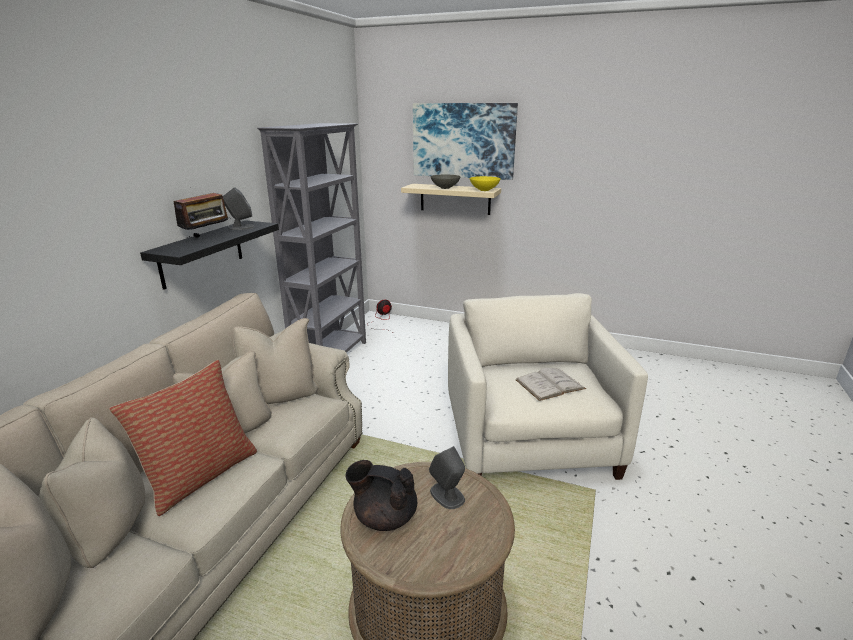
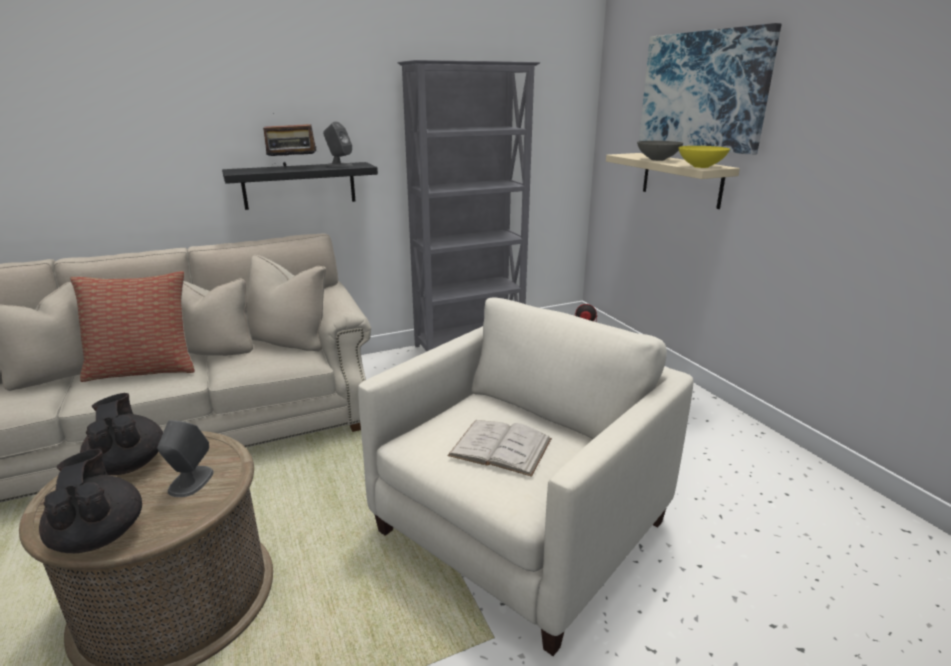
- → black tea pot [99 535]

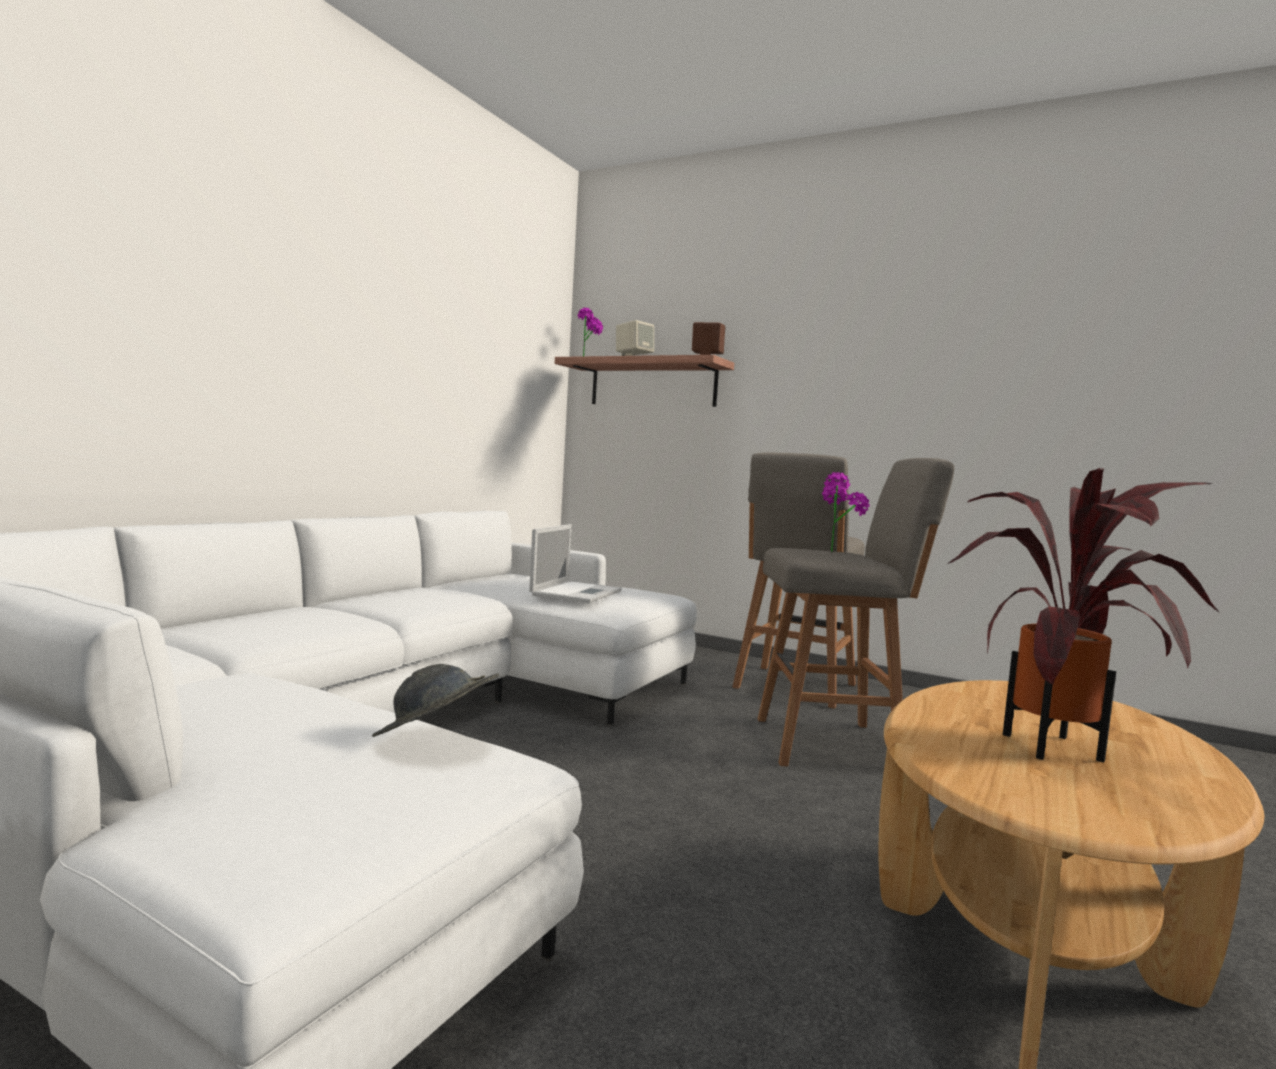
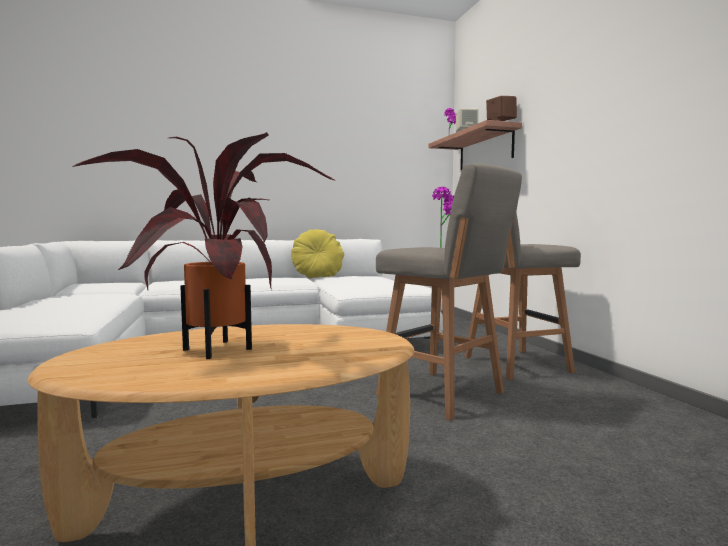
grey hat [435 736] → -
portable computer [577 593] → -
- → yellow pillow [317 277]

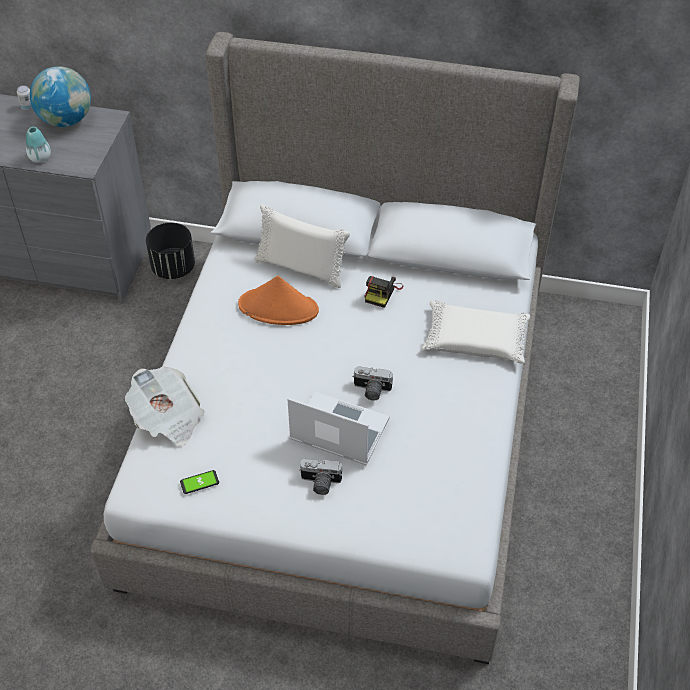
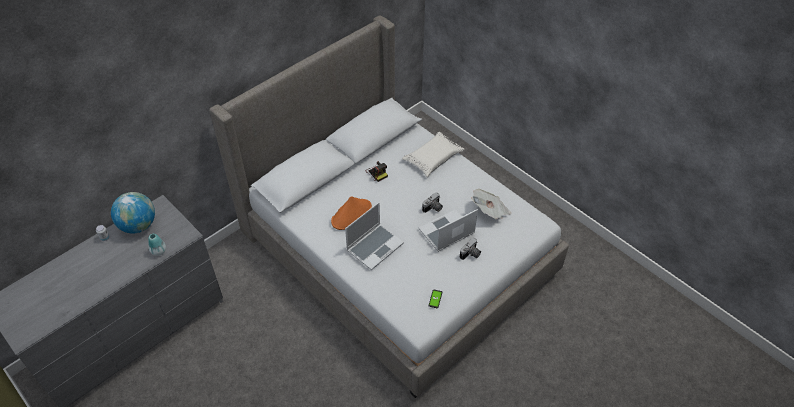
printed paper [168 418] → printed paper [490 211], relocated
black planter [174 268] → -
white pillow [301 268] → -
- → portable computer [375 246]

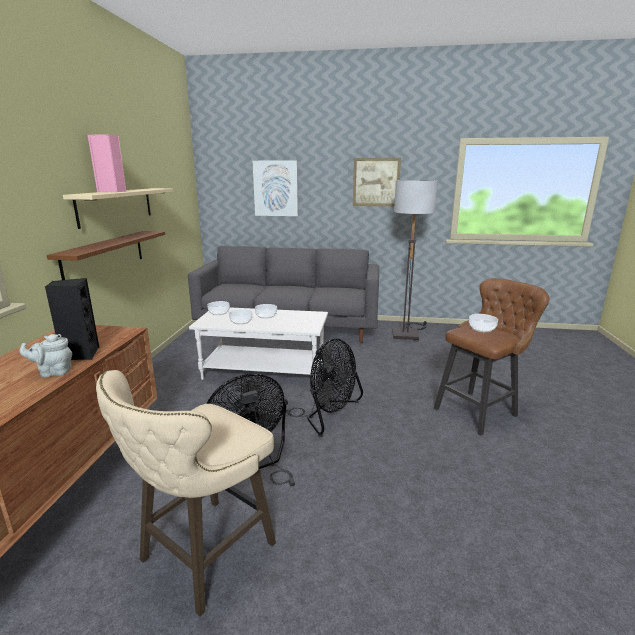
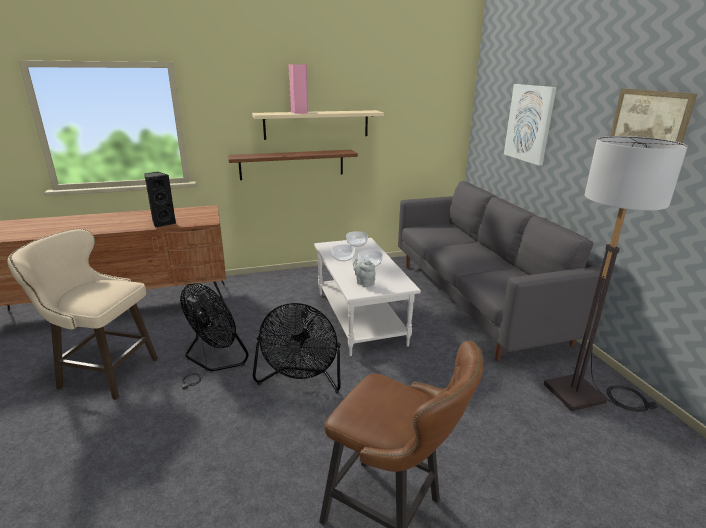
grey tea pot [53 372] → grey tea pot [364 283], relocated
deep dish [482 329] → -

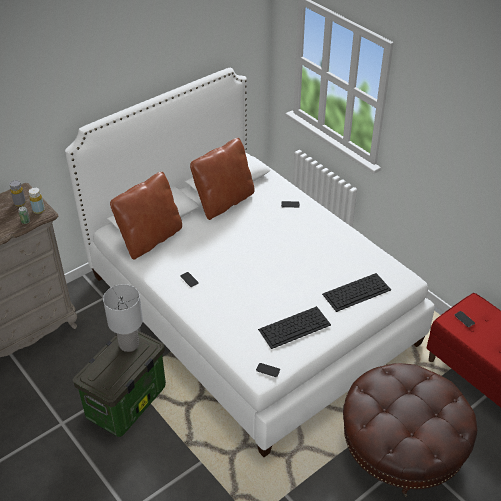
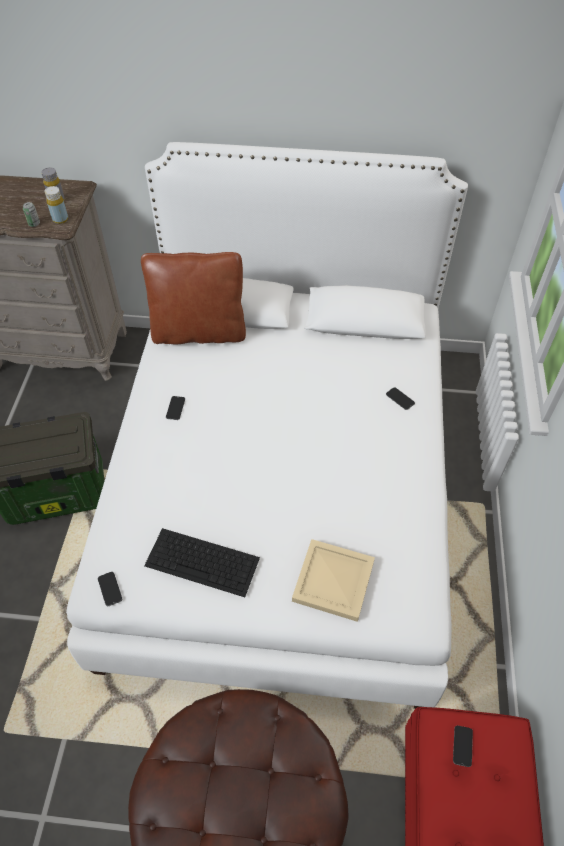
grey tabletop lamp [129 346] → -
brownish pillow [224 202] → -
PC keyboard [357 291] → beige tray [334 580]

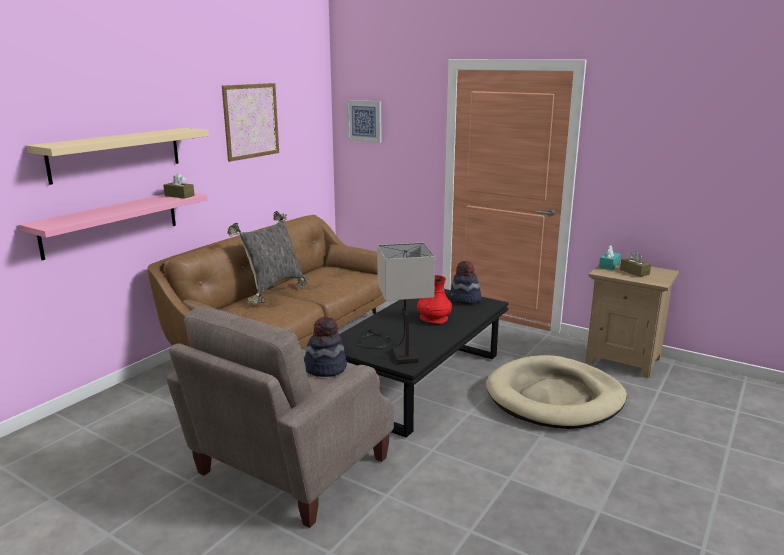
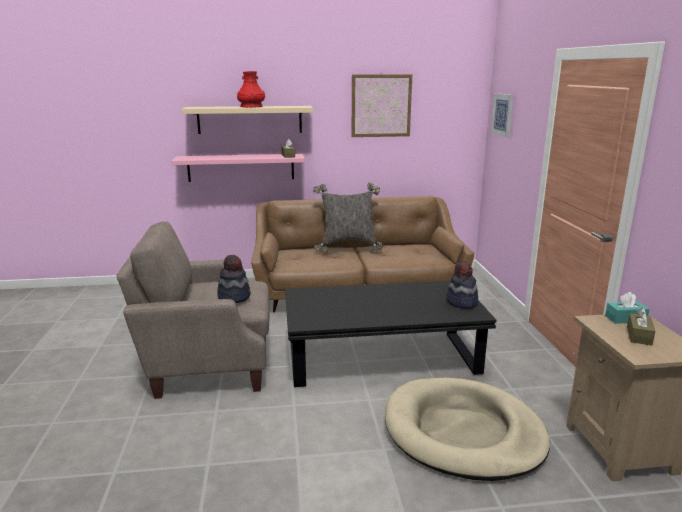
tabletop lamp [392 349] → -
reddish vase [433 318] → reddish vase [251 106], relocated

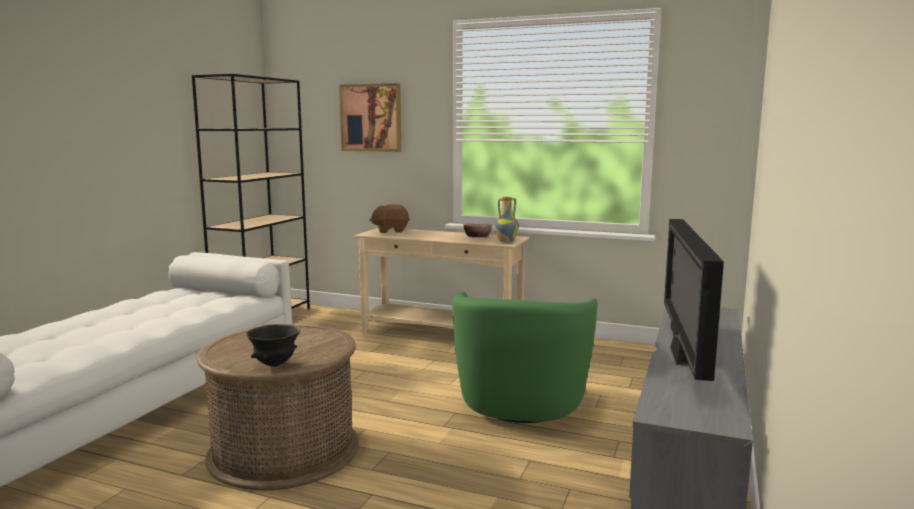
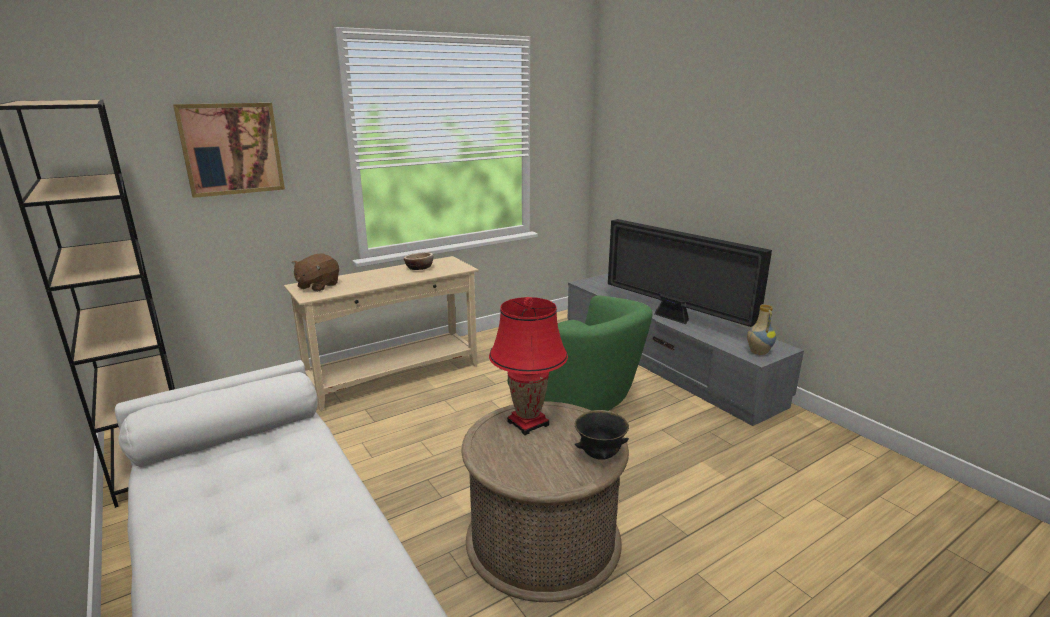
vase [505 241] → vase [758 352], relocated
- → reddish tabletop lamp [528 423]

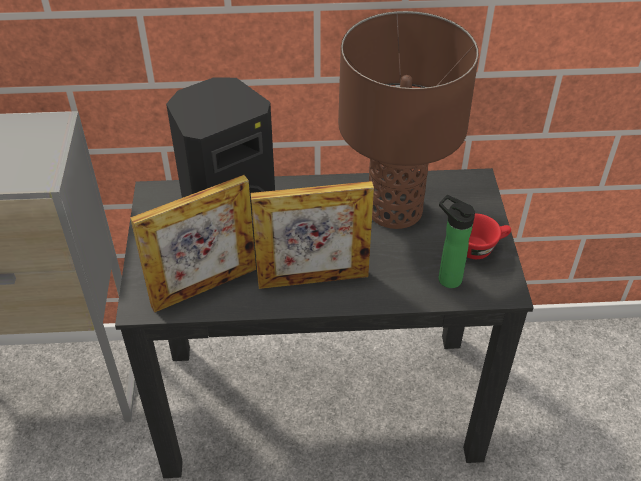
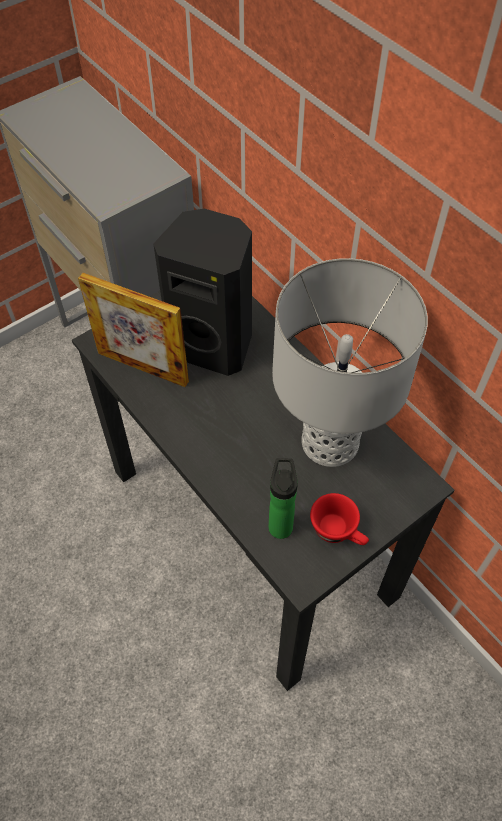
picture frame [313 279] → -
brownish tabletop lamp [394 210] → white tabletop lamp [328 441]

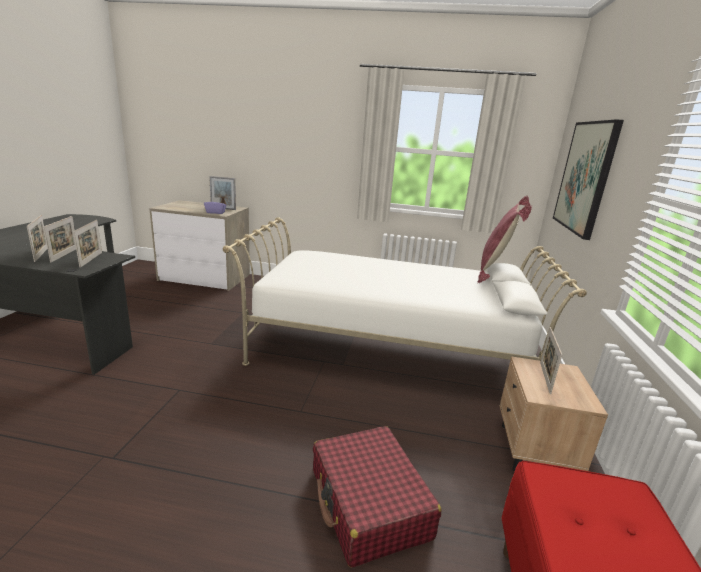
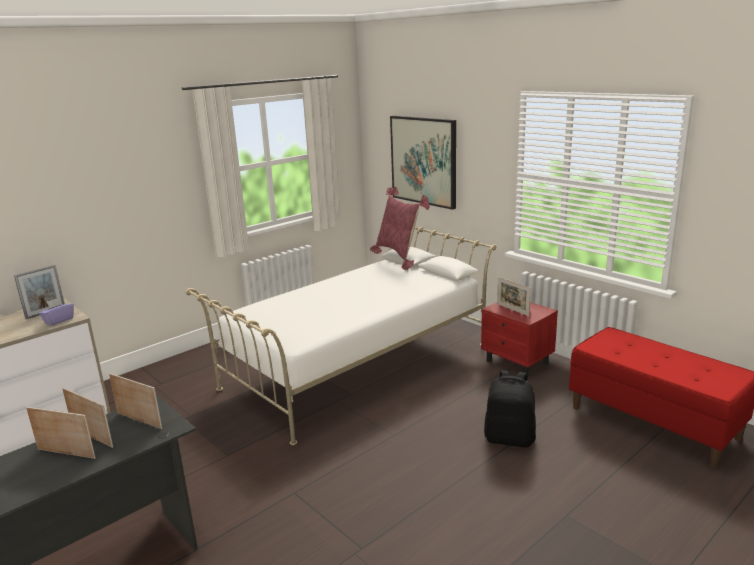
reddish piece of luggage [369 504] → black rucksack [510 438]
beige bedside table [534 452] → reddish bedside table [517 363]

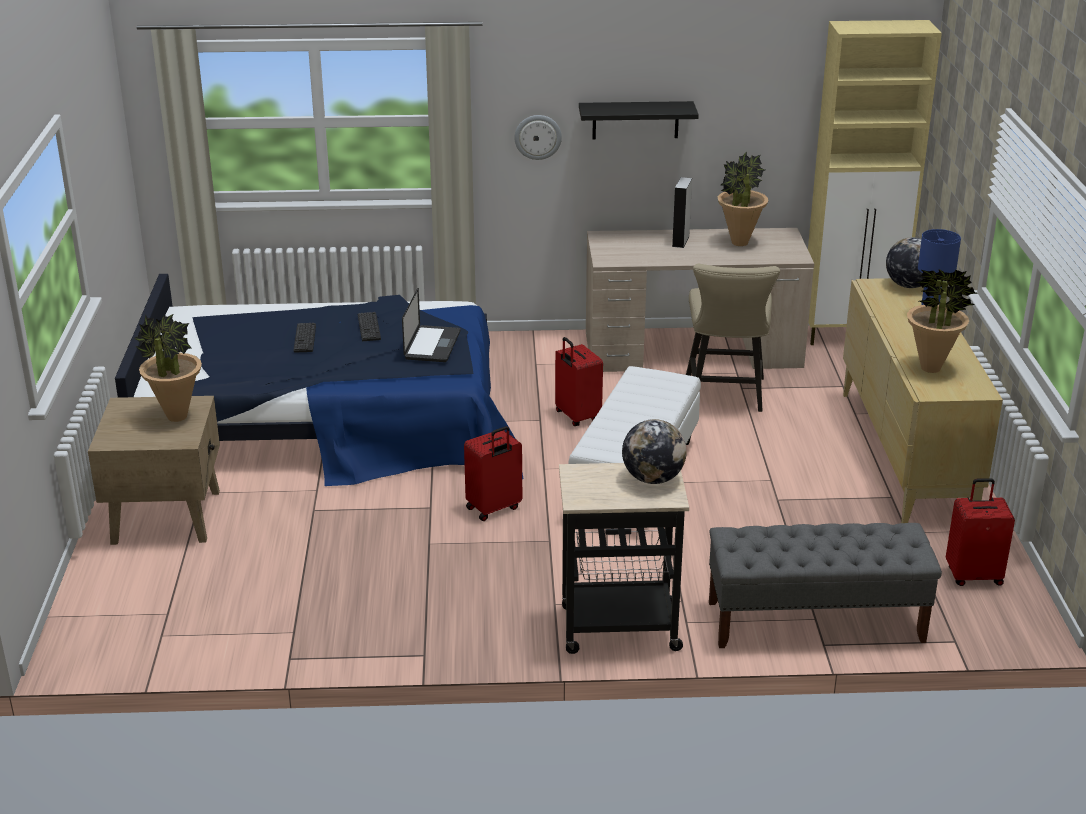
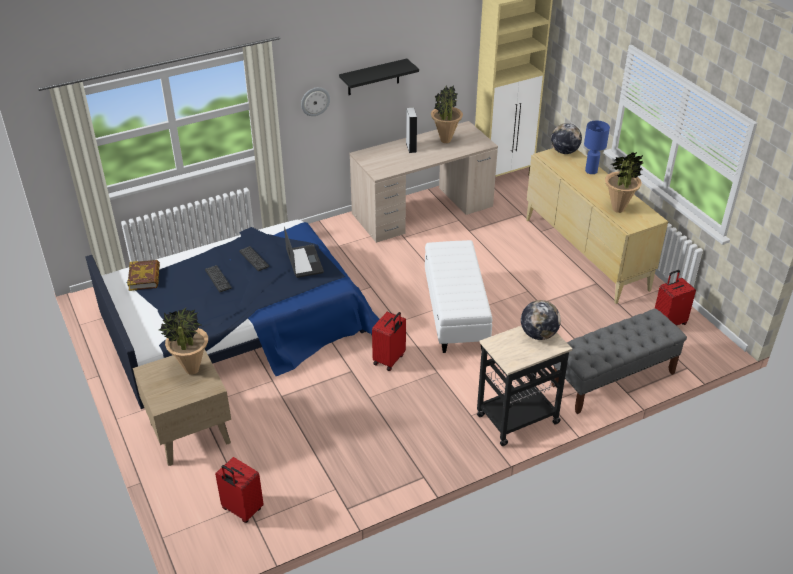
reddish piece of luggage [576 417] → reddish piece of luggage [241 510], relocated
beige chair [725 396] → -
- → bound book [144 278]

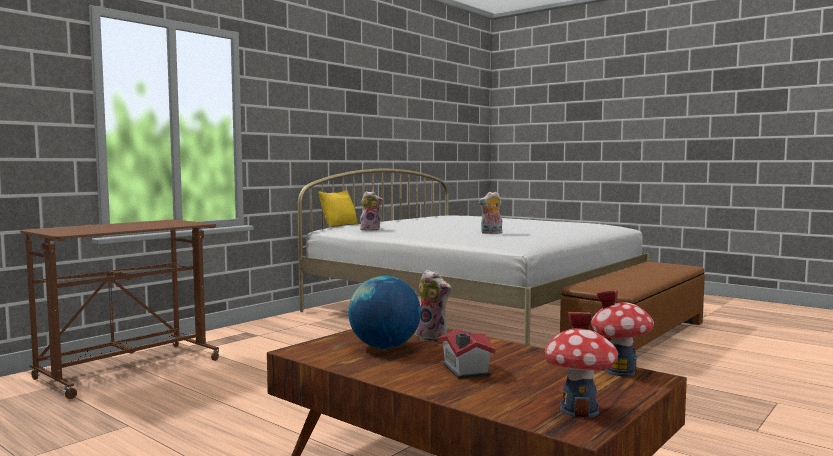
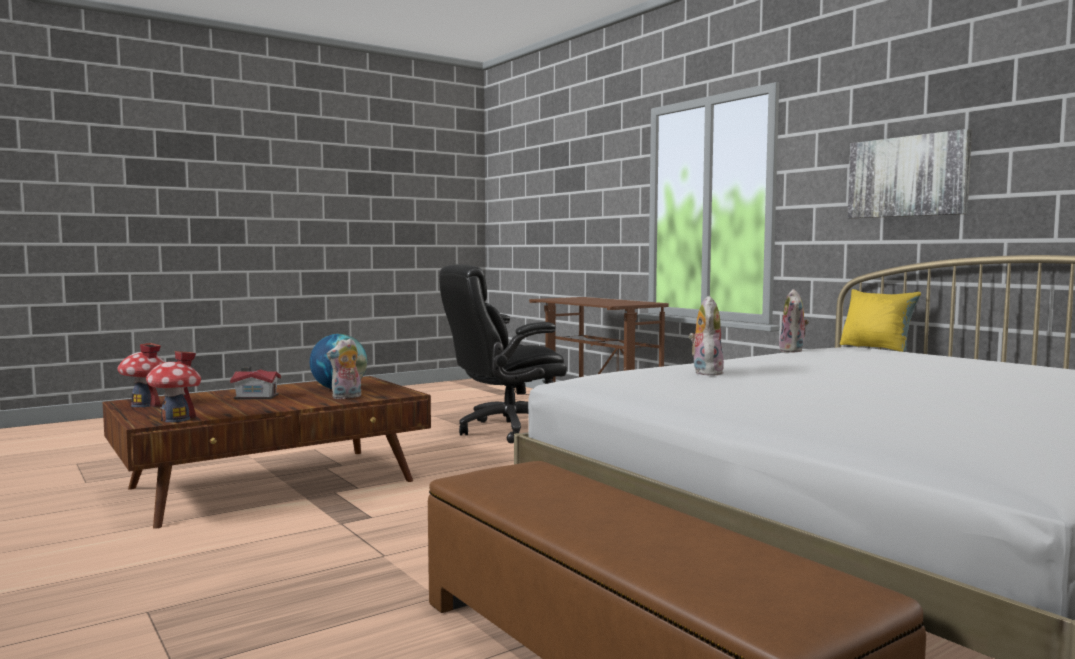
- → black computer chair [503 430]
- → wall art [907 176]

